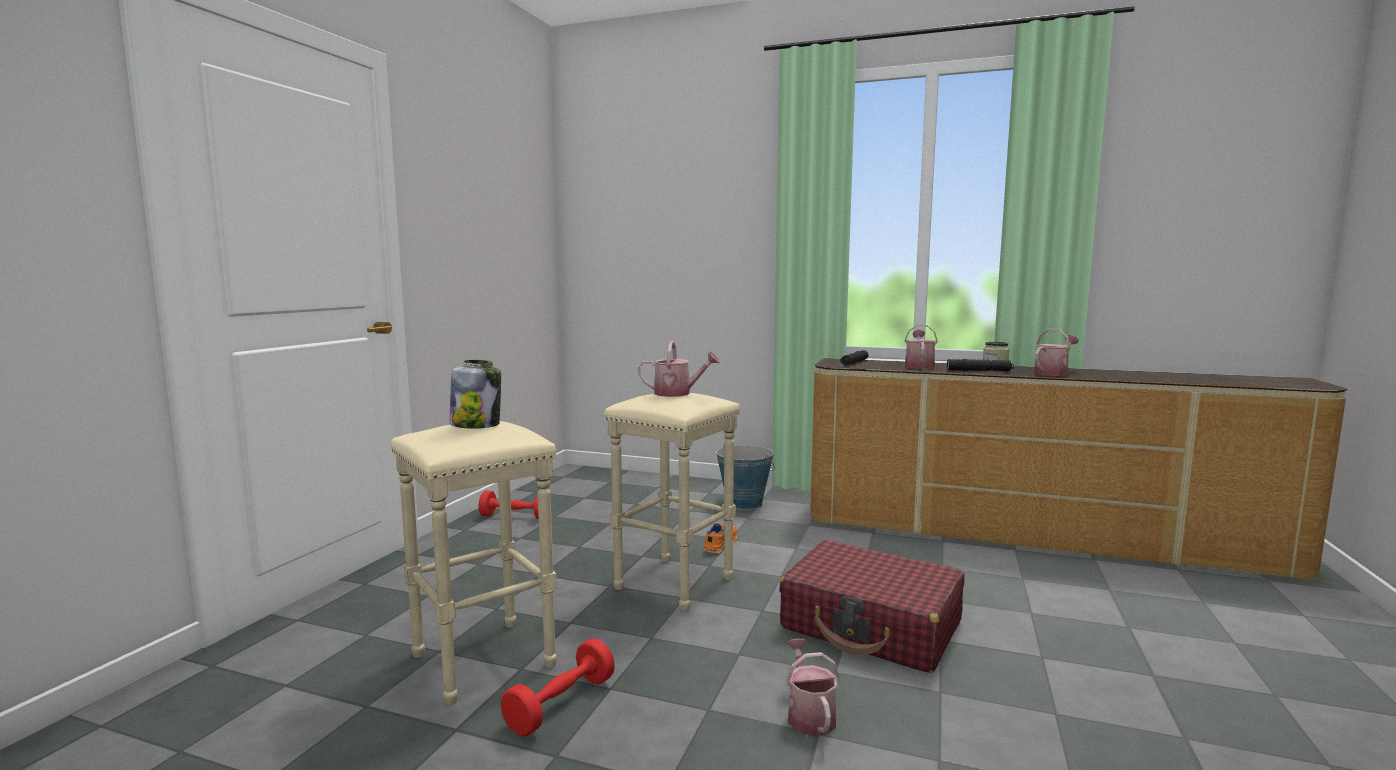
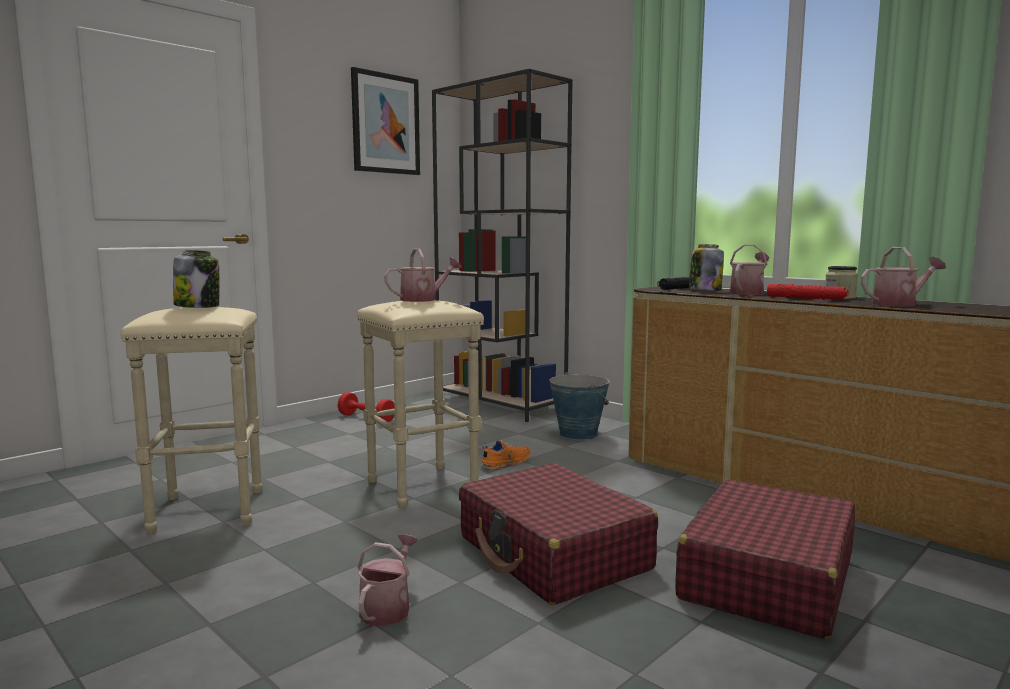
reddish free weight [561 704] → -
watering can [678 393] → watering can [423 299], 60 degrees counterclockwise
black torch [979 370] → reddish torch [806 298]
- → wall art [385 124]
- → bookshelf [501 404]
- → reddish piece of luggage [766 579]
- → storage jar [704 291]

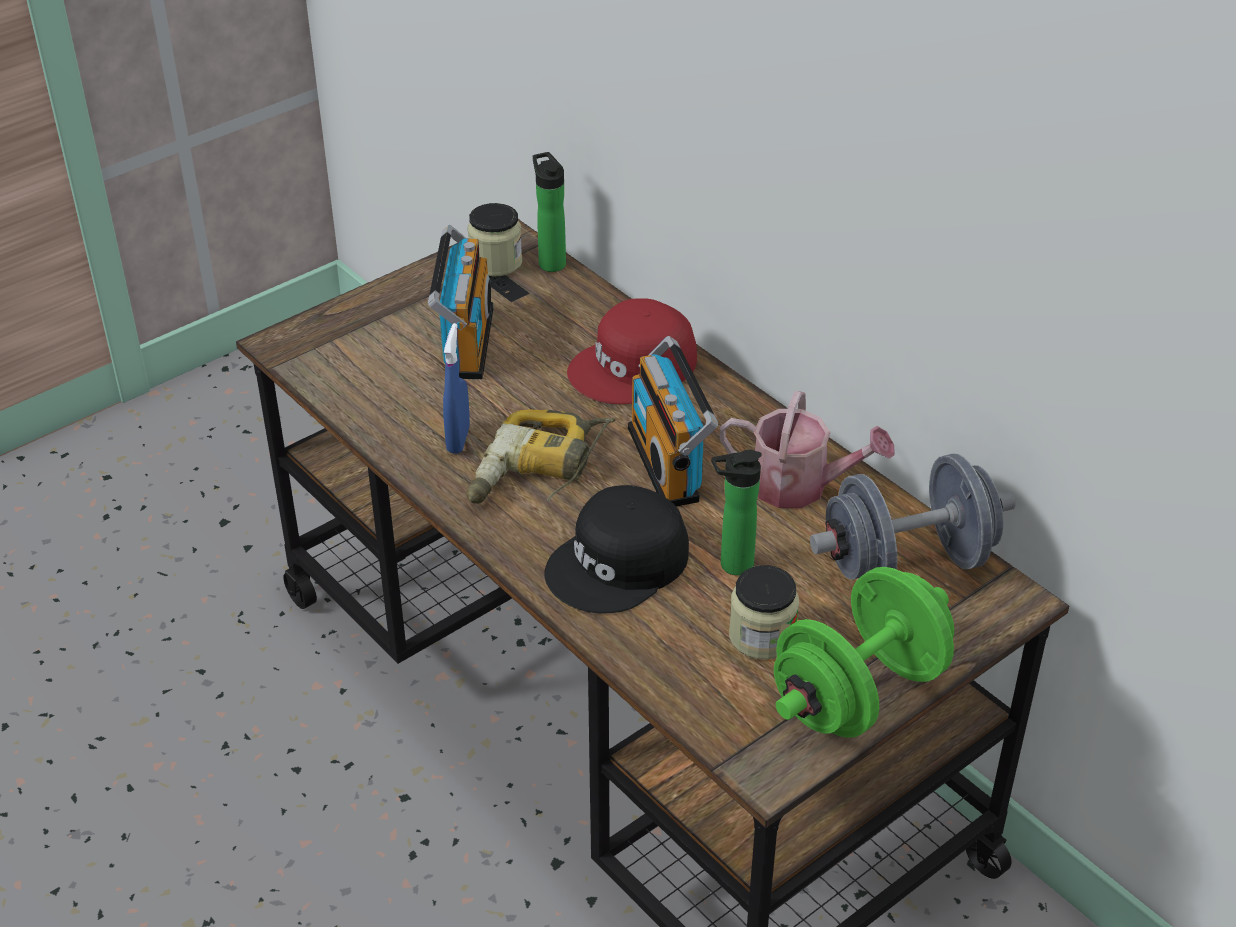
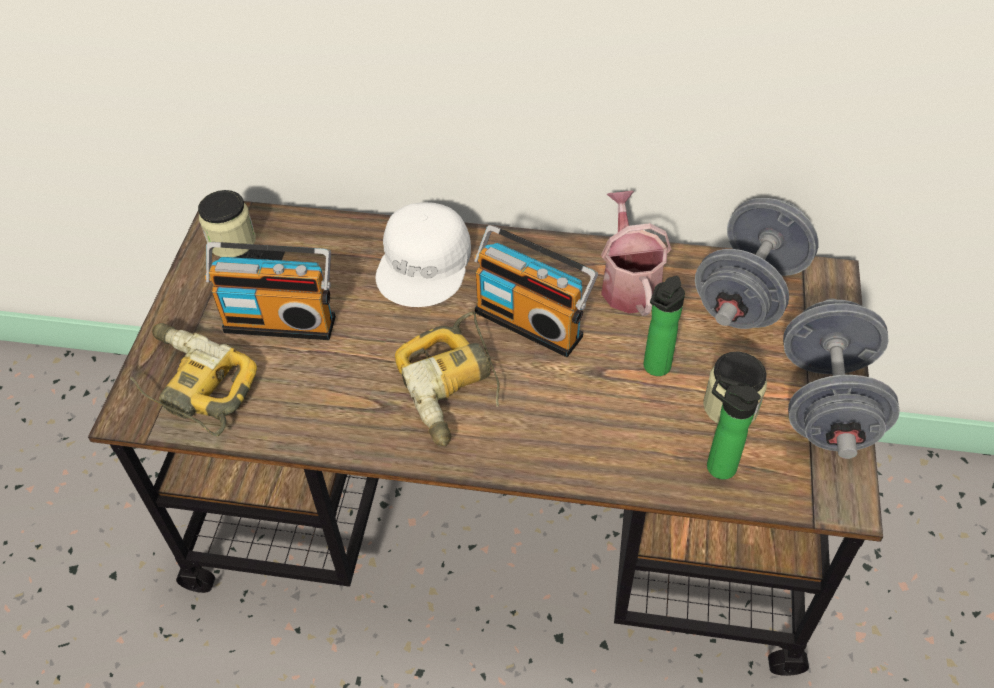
radio [464 342] → radio [281 320], 135 degrees clockwise
blue-coloured spray bottle [458 439] → -
bottle [550 262] → bottle [716 465], relocated
black cap [619 564] → -
reddish cap [634 367] → white cap [425 263]
watering can [800 486] → watering can [629 282], 75 degrees counterclockwise
greenish free weight [859 693] → grey free weight [827 404]
- → power drill [192 386]

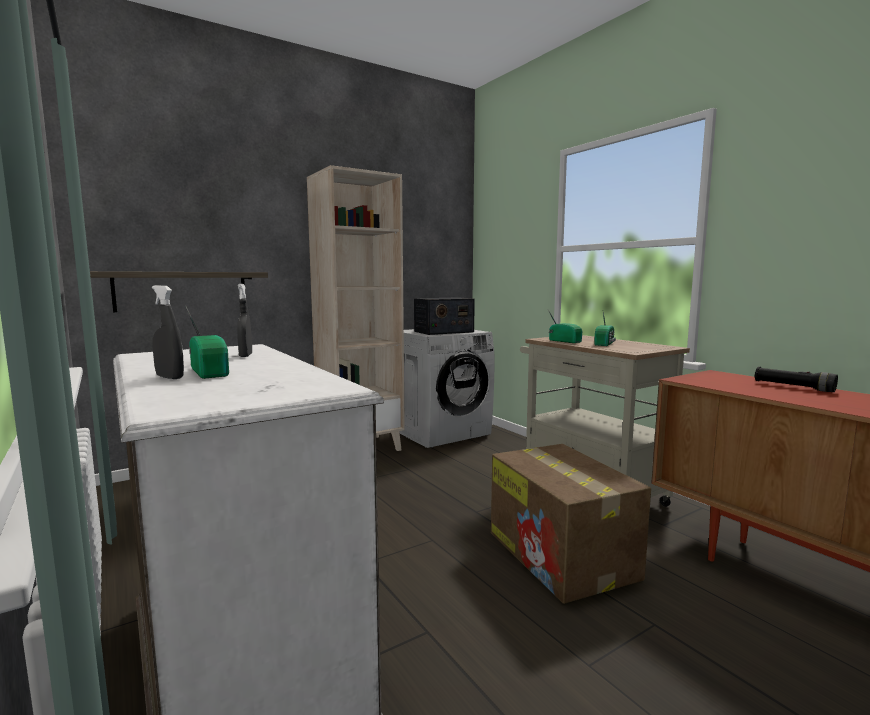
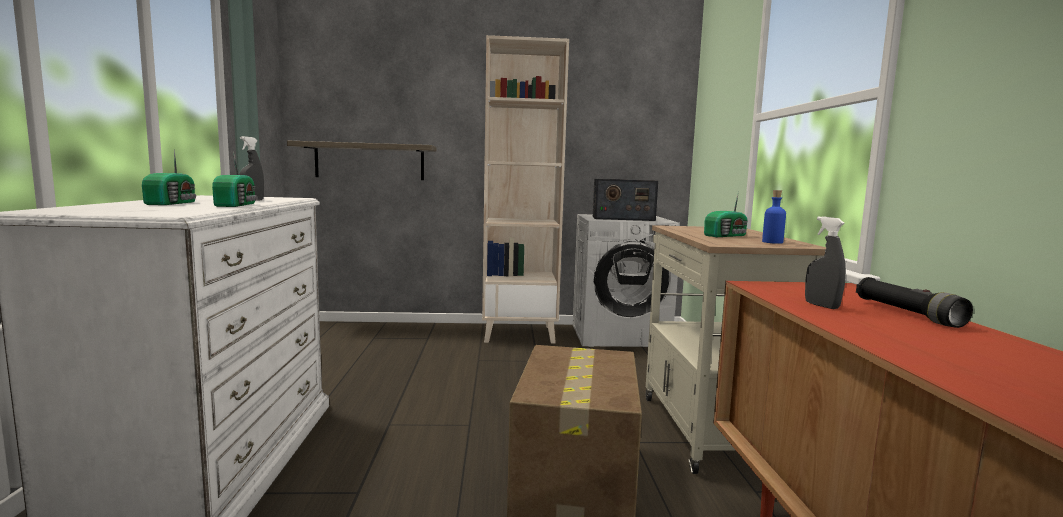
grey spray bottle [169 377] → grey spray bottle [821 305], relocated
radio [564 341] → radio [237 205], relocated
- → blue-coloured bottle [772 242]

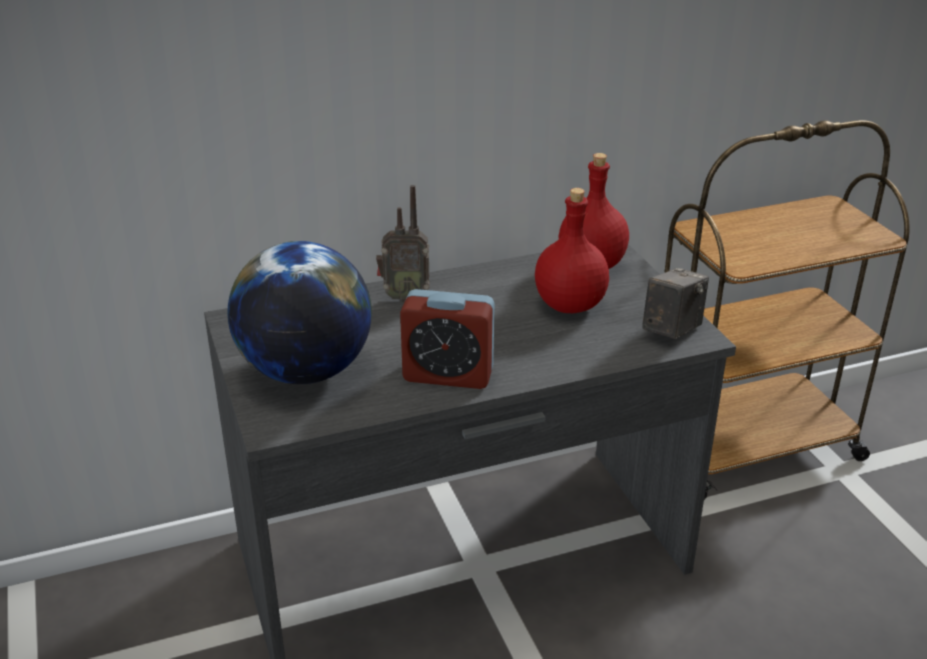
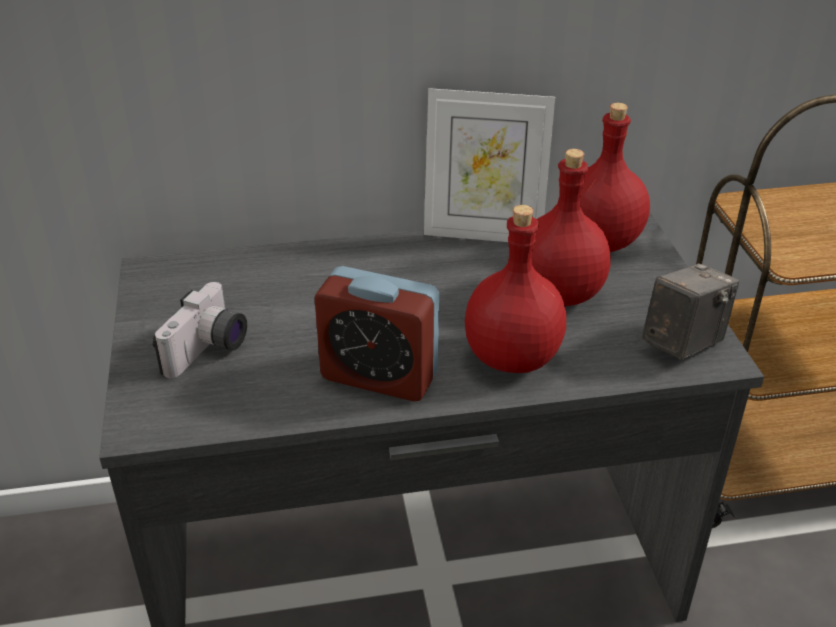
globe [305 371] → photo camera [209 351]
radio [404 297] → -
- → picture frame [483 233]
- → reddish bottle [510 357]

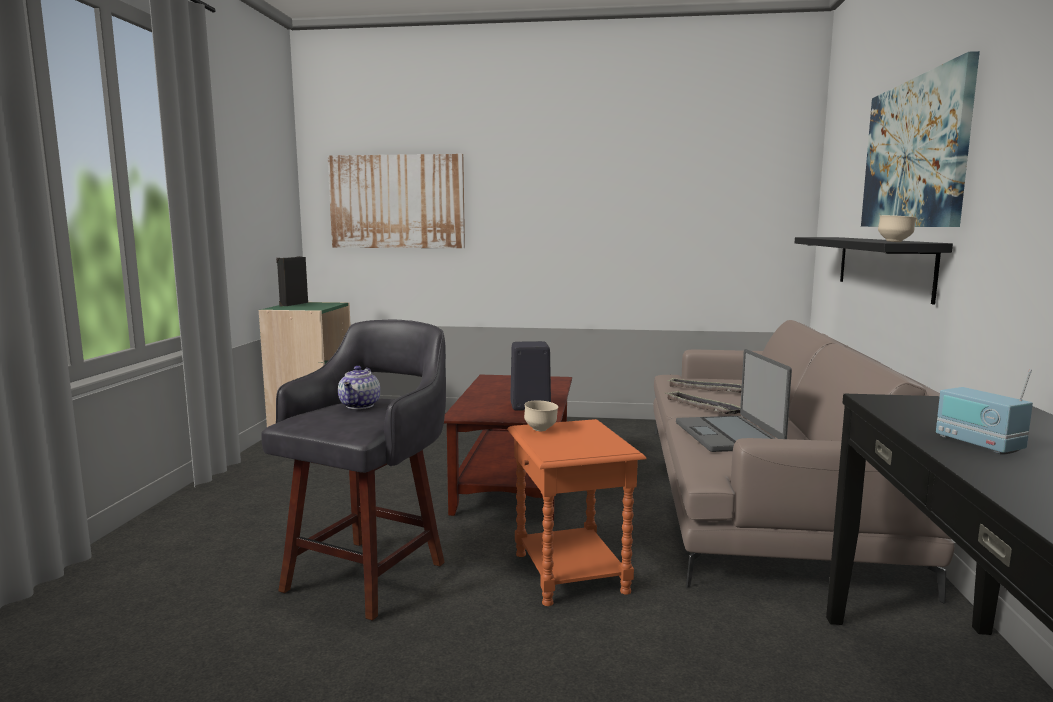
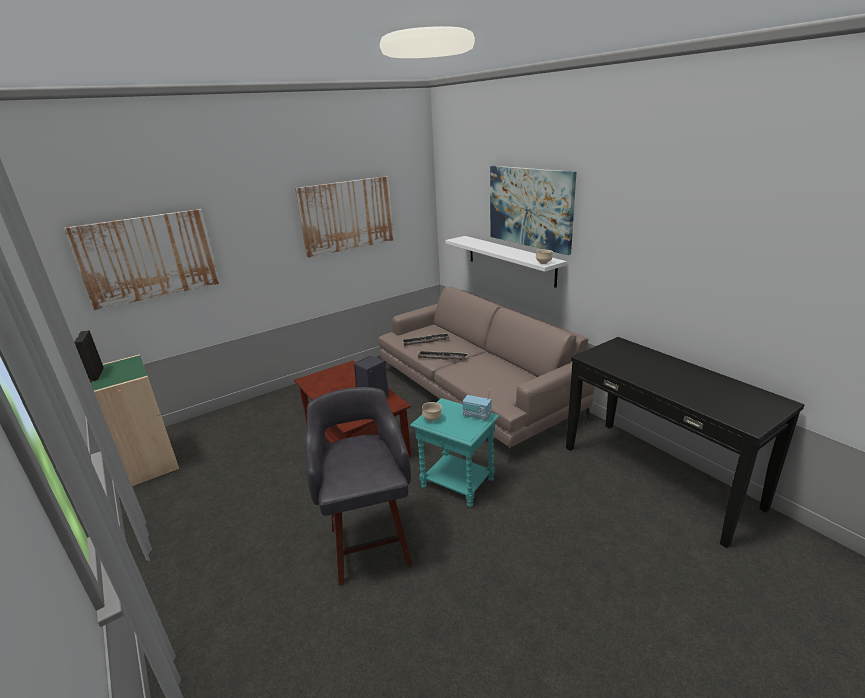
tea pot [360 406] → -
orange end table [572 571] → turquoise-coloured end table [458 481]
portable computer [728 435] → -
black wall shelf [882 265] → white wall shelf [510 260]
radio [978 444] → radio [477 416], relocated
- → wall art [347 215]

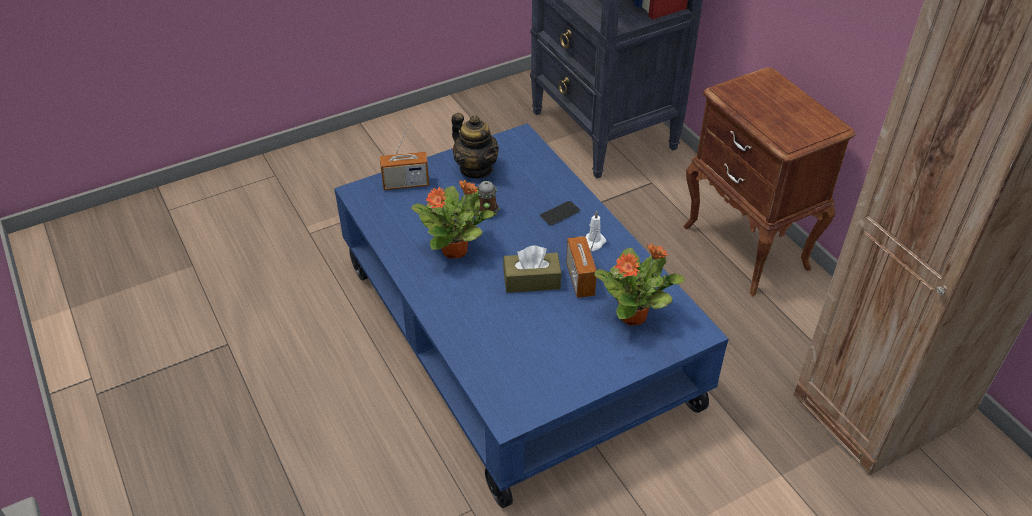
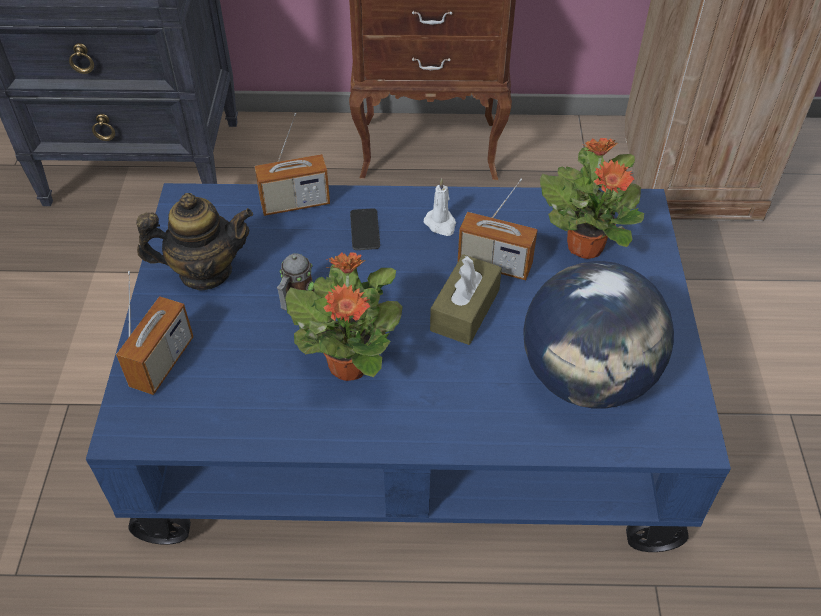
- → radio [295 203]
- → globe [587 378]

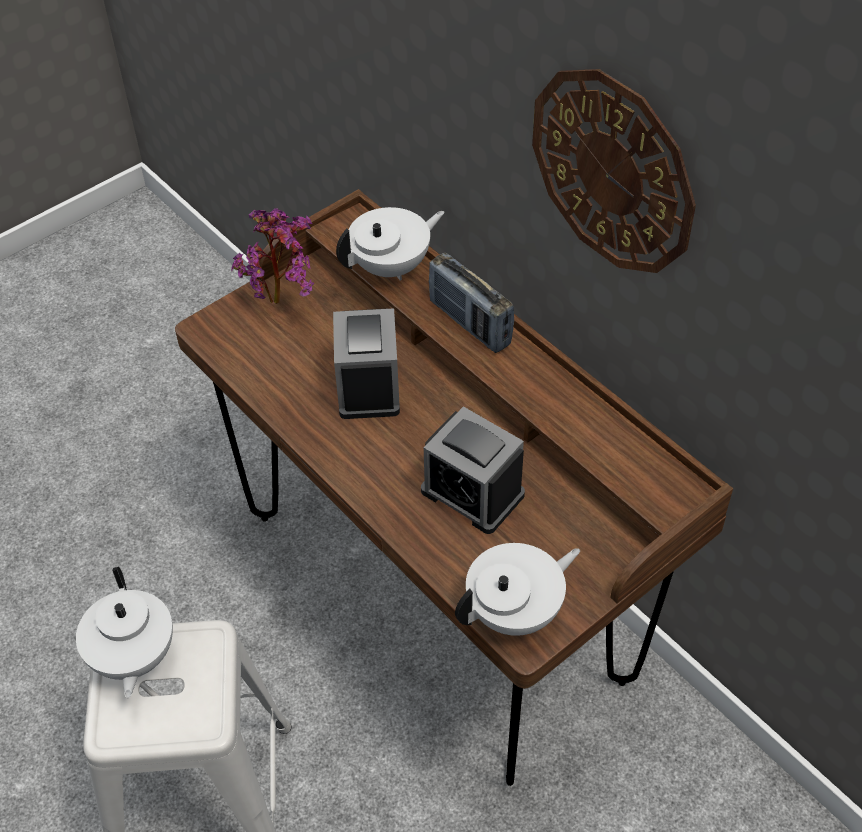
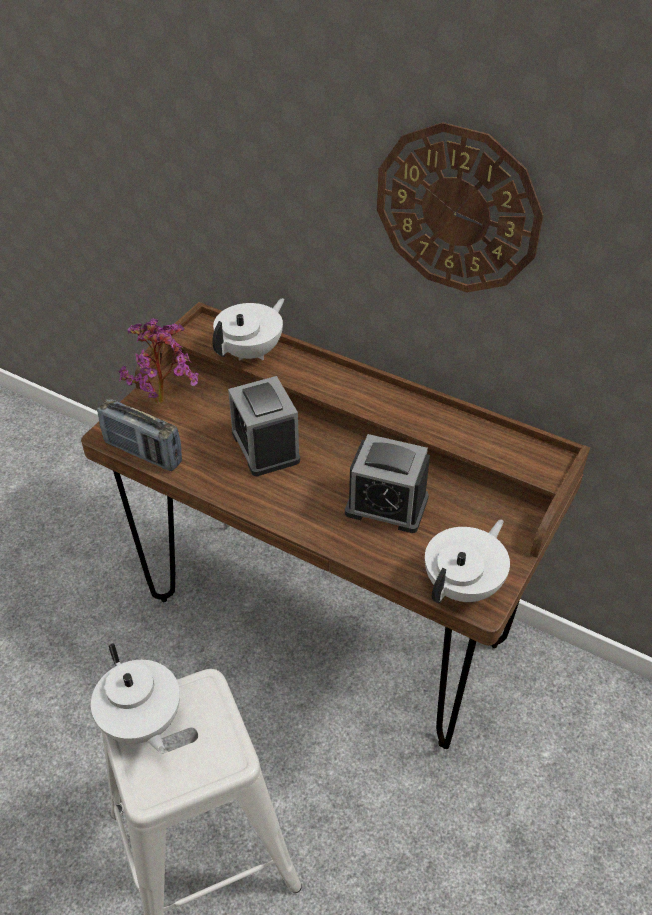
radio [469 323] → radio [143 453], relocated

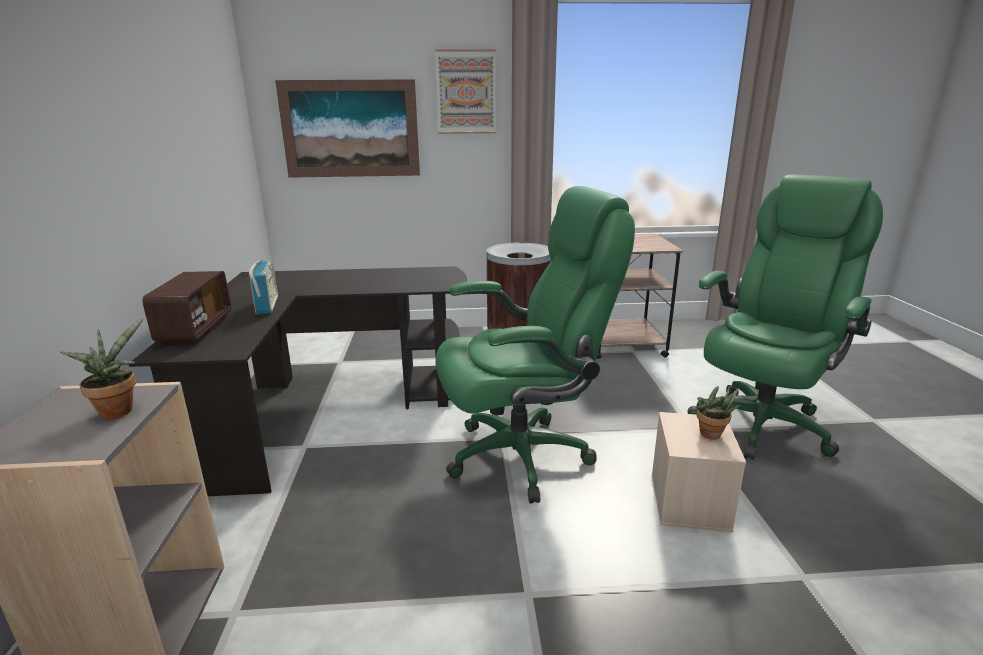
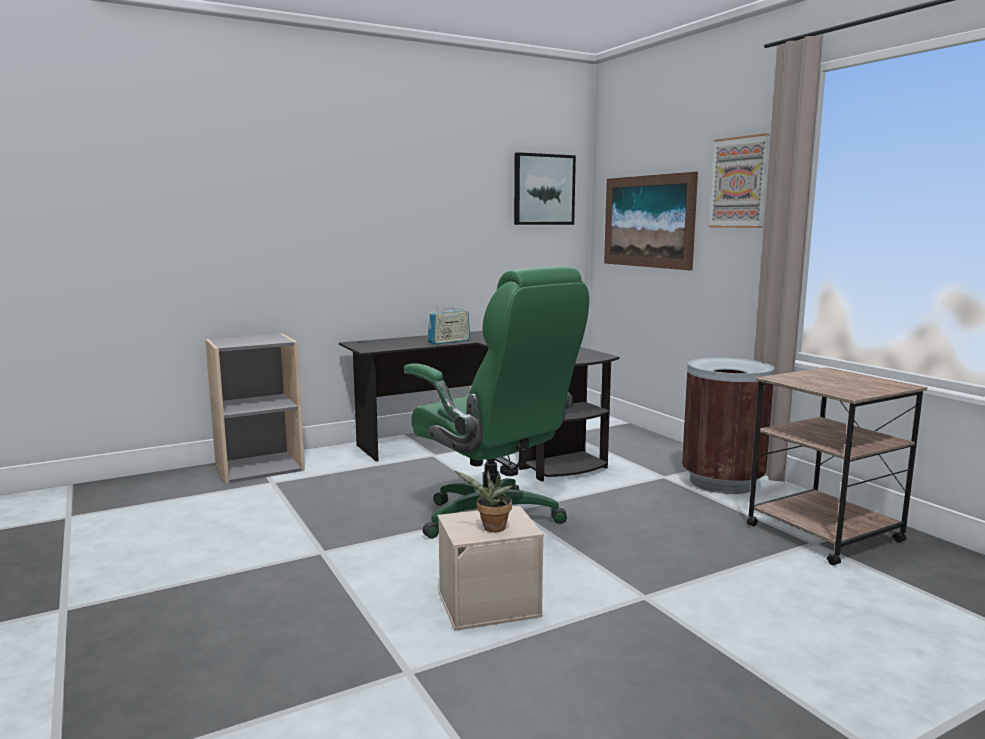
houseplant [119 409] → -
radio [195 328] → -
greenish computer chair [762 425] → -
- → wall art [543 189]

